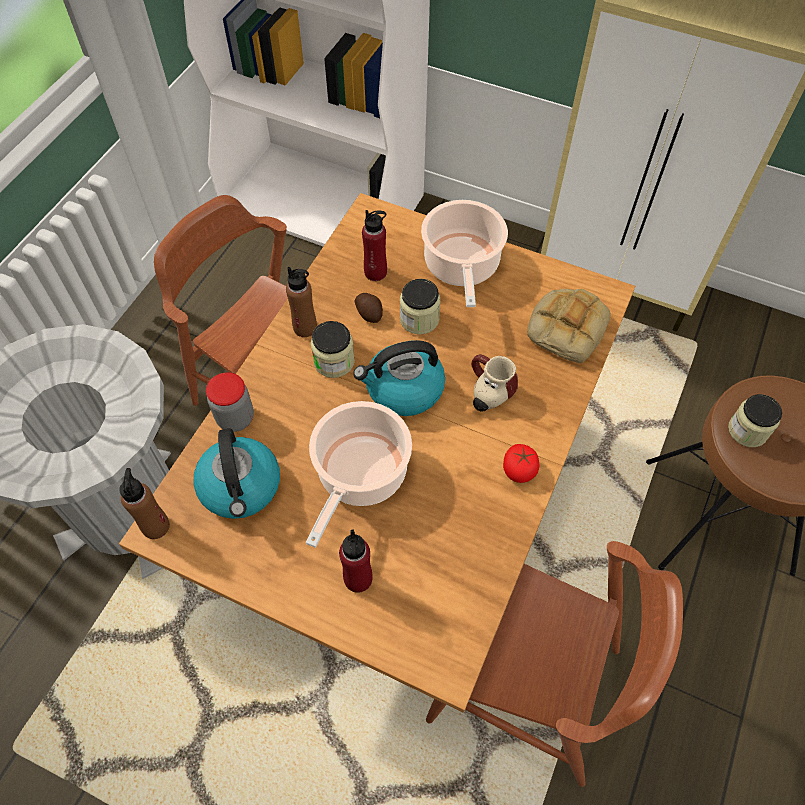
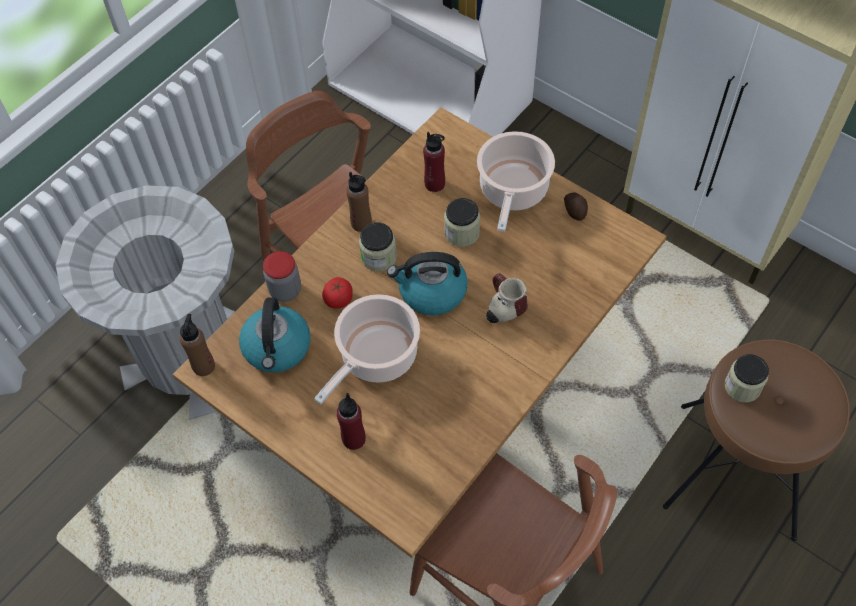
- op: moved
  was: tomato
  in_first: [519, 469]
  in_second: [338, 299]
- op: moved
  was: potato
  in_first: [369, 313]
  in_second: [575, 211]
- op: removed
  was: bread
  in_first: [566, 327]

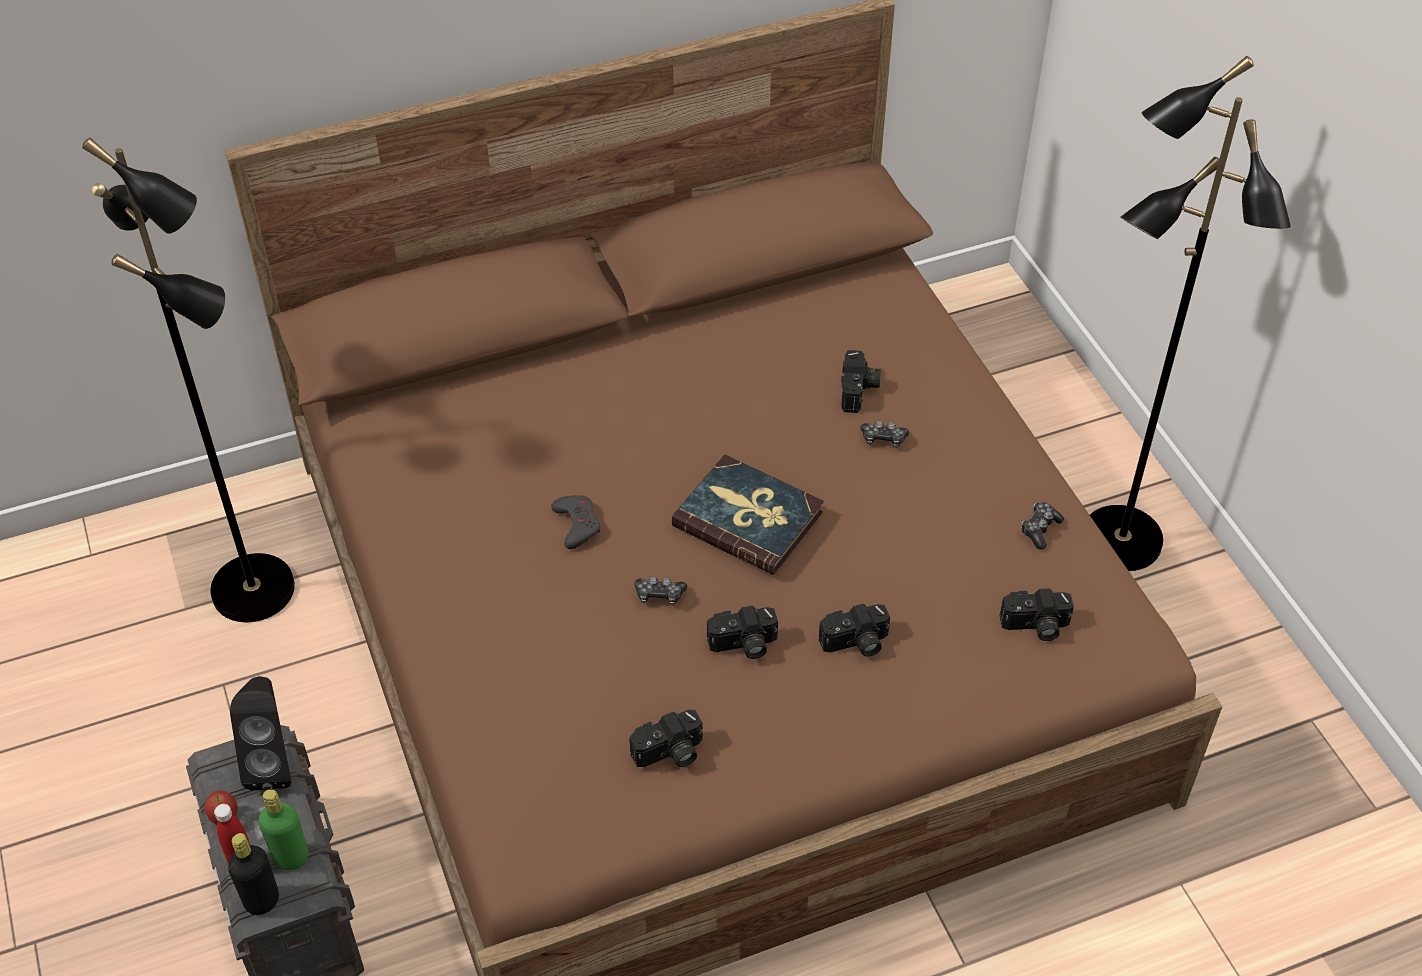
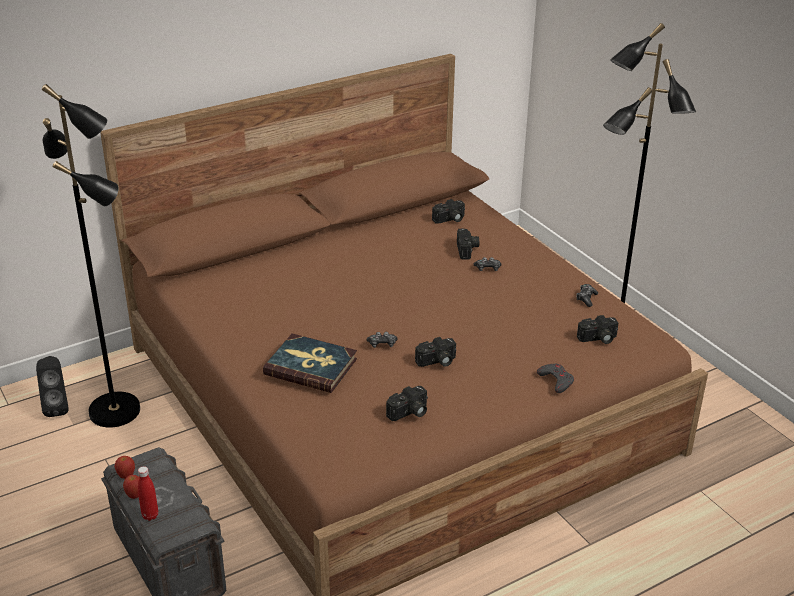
- op: moved
  was: black speaker
  in_first: [273, 763]
  in_second: [57, 407]
- op: added
  now: apple
  in_second: [126, 476]
- op: moved
  was: book
  in_first: [748, 519]
  in_second: [311, 366]
- op: moved
  was: photo camera
  in_first: [855, 643]
  in_second: [450, 220]
- op: moved
  was: grey game controller
  in_first: [577, 524]
  in_second: [556, 380]
- op: removed
  was: black bottle
  in_first: [262, 900]
- op: removed
  was: green bottle
  in_first: [291, 857]

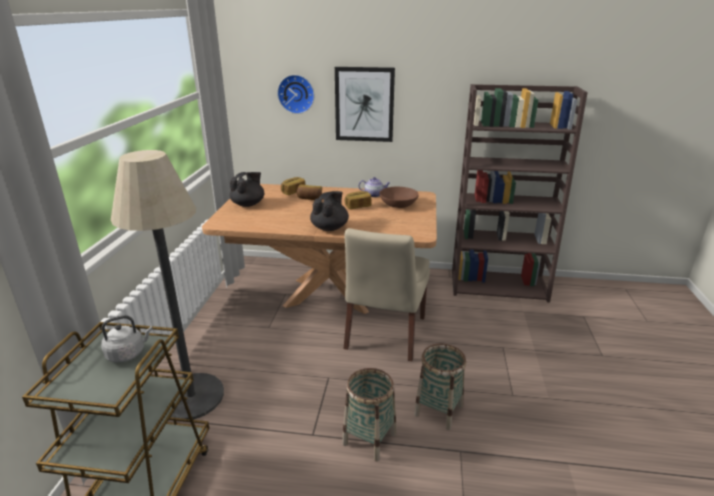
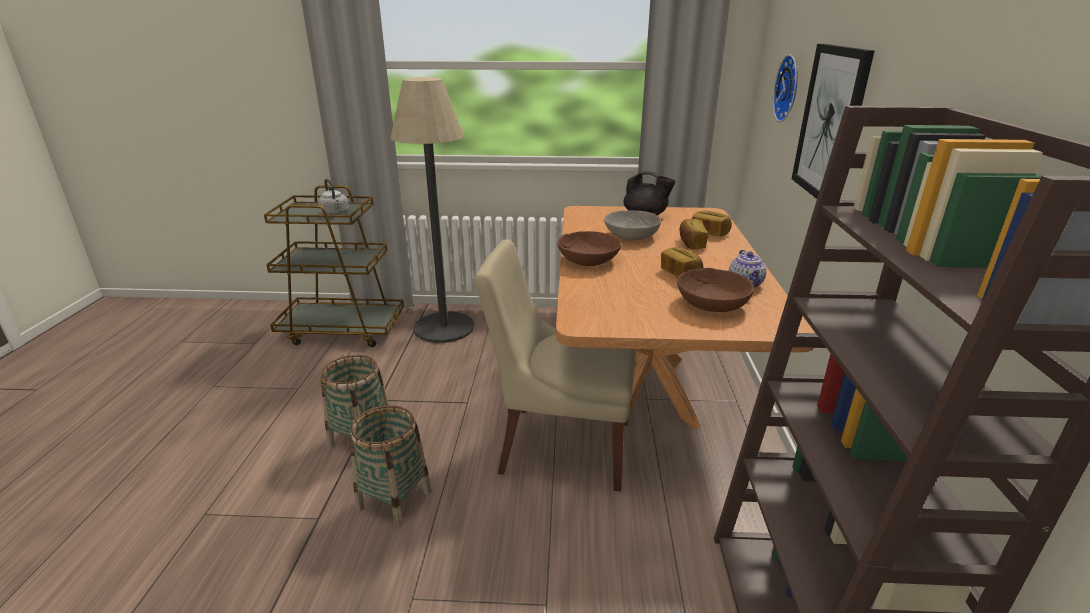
- op: replaced
  was: black teapot
  now: brown bowl
  in_first: [330, 228]
  in_second: [588, 261]
- op: added
  now: grey bowl
  in_second: [631, 236]

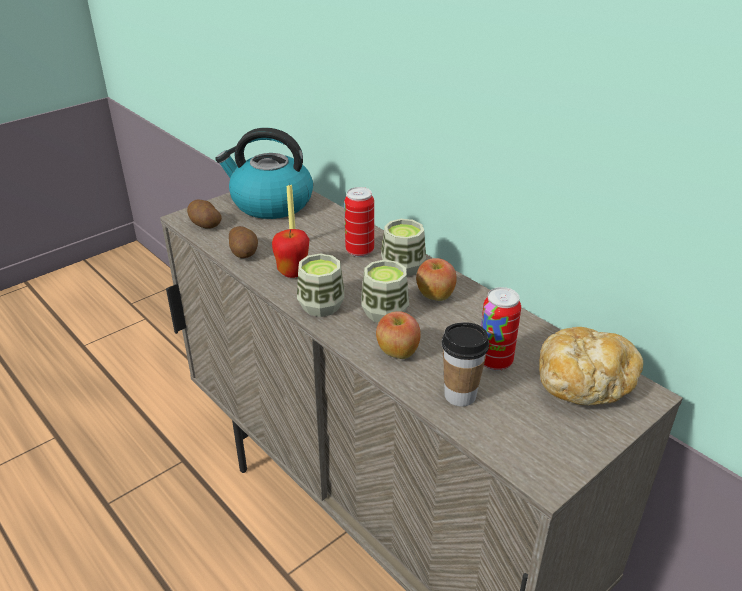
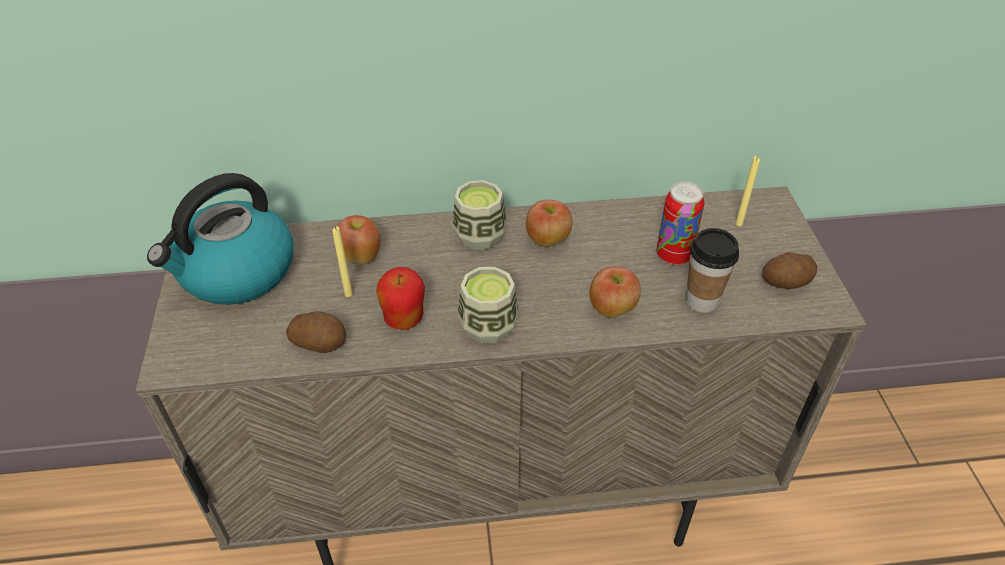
- op: added
  now: apple
  in_second: [361, 257]
- op: replaced
  was: bread
  now: yellow candle
  in_first: [584, 384]
  in_second: [738, 224]
- op: moved
  was: potato
  in_first: [204, 224]
  in_second: [786, 283]
- op: removed
  was: can
  in_first: [359, 251]
- op: removed
  was: cup
  in_first: [384, 312]

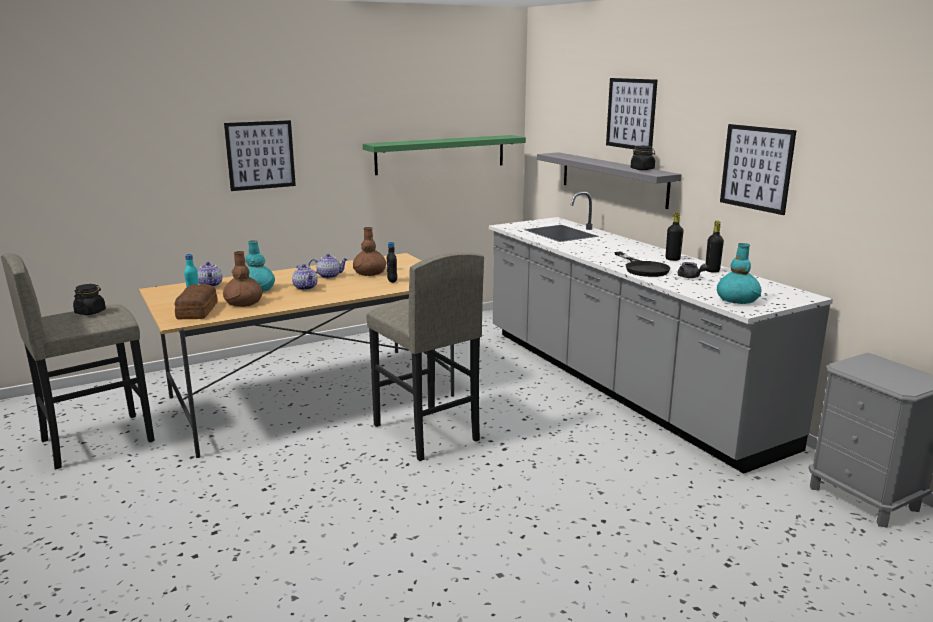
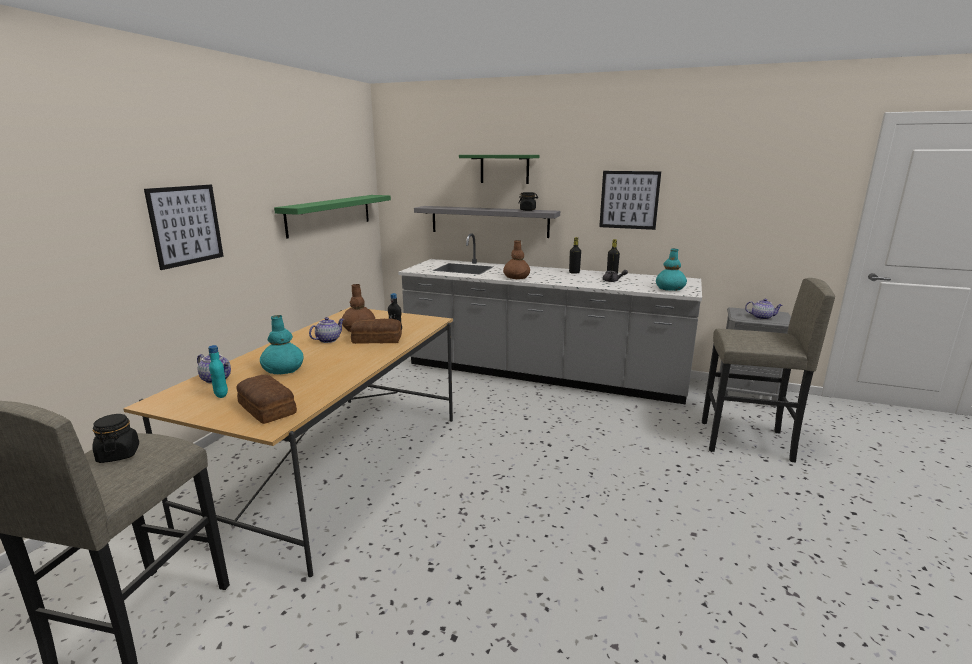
- op: added
  now: bread
  in_second: [377, 340]
- op: replaced
  was: picture
  now: green shelf
  in_first: [631, 114]
  in_second: [504, 169]
- op: moved
  was: brown vase
  in_first: [244, 302]
  in_second: [516, 277]
- op: moved
  was: grey stool
  in_first: [425, 433]
  in_second: [746, 441]
- op: moved
  was: teapot
  in_first: [306, 288]
  in_second: [762, 317]
- op: removed
  was: black frying pan
  in_first: [643, 268]

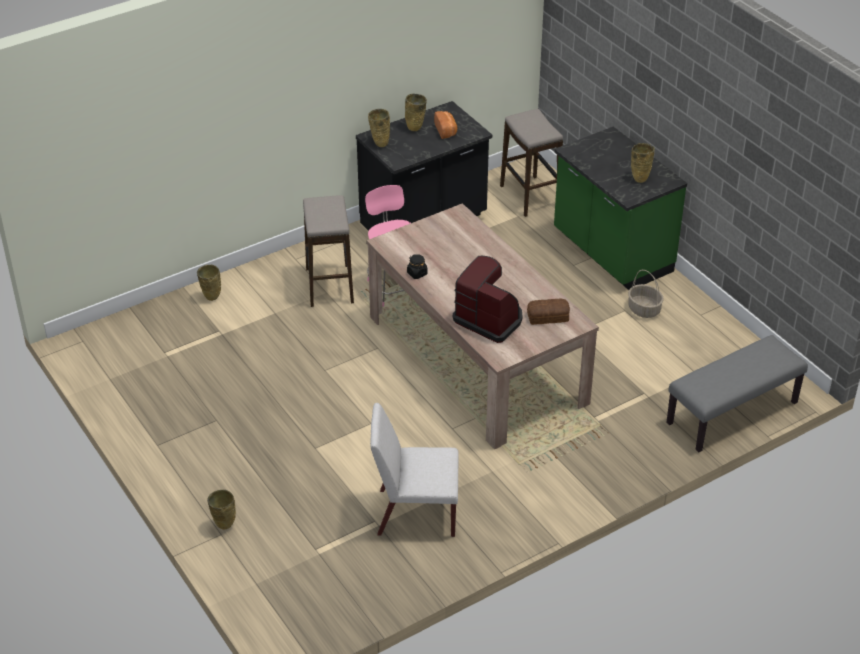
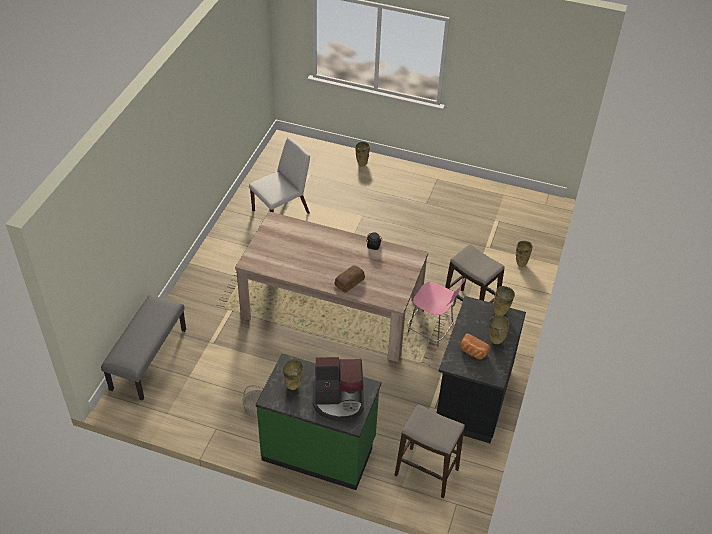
- op: moved
  was: coffee machine
  in_first: [489, 319]
  in_second: [339, 400]
- op: moved
  was: bread
  in_first: [548, 317]
  in_second: [348, 282]

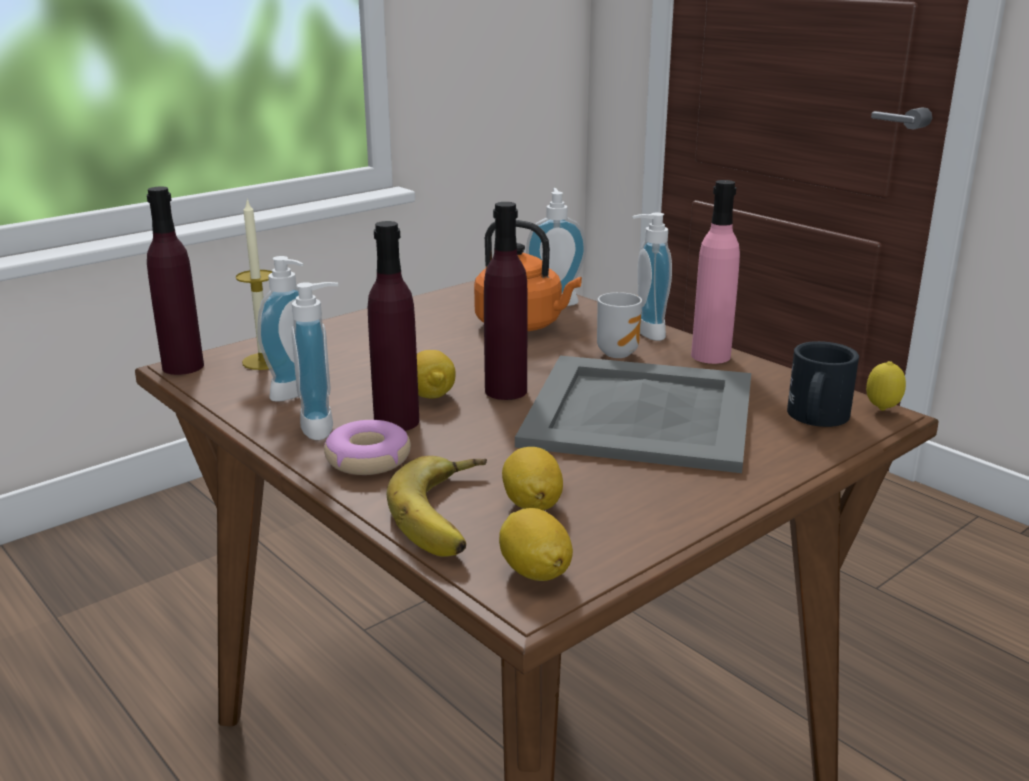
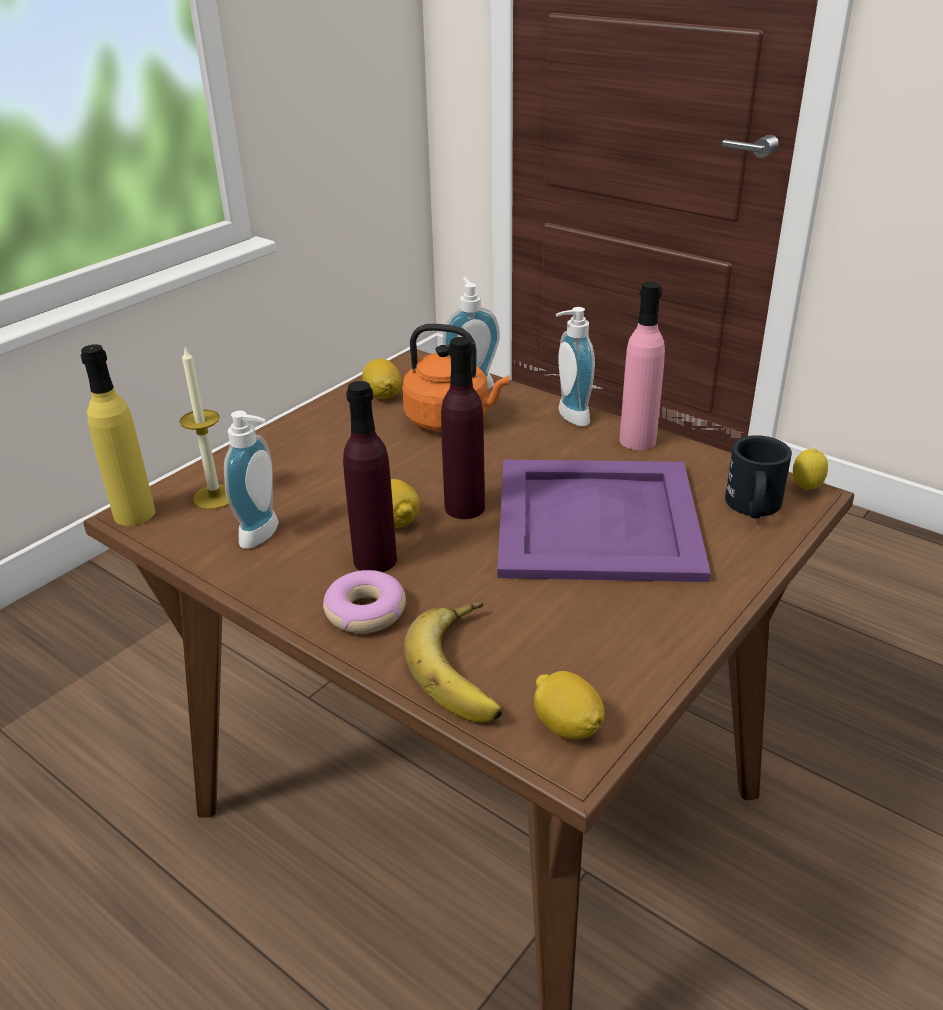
- op: recoloured
  was: purple bottle
  now: yellow bottle
  in_first: [183, 366]
  in_second: [134, 514]
- op: moved
  was: lemon
  in_first: [532, 504]
  in_second: [383, 395]
- op: recoloured
  was: grey tray
  now: purple tray
  in_first: [642, 412]
  in_second: [599, 518]
- op: removed
  was: soap dispenser
  in_first: [324, 426]
- op: removed
  was: mug
  in_first: [618, 352]

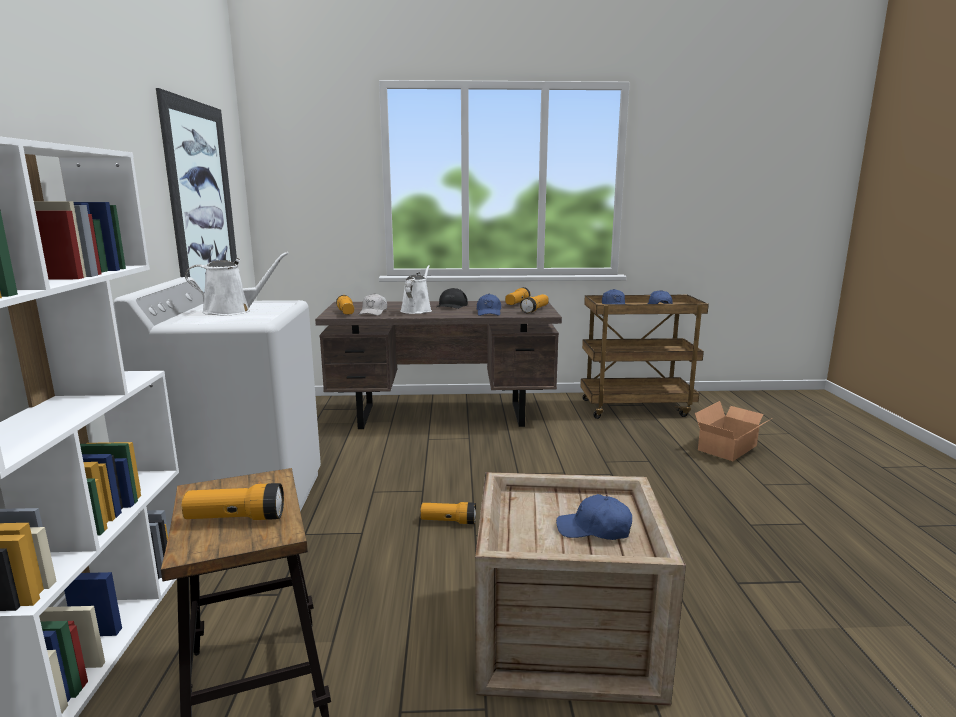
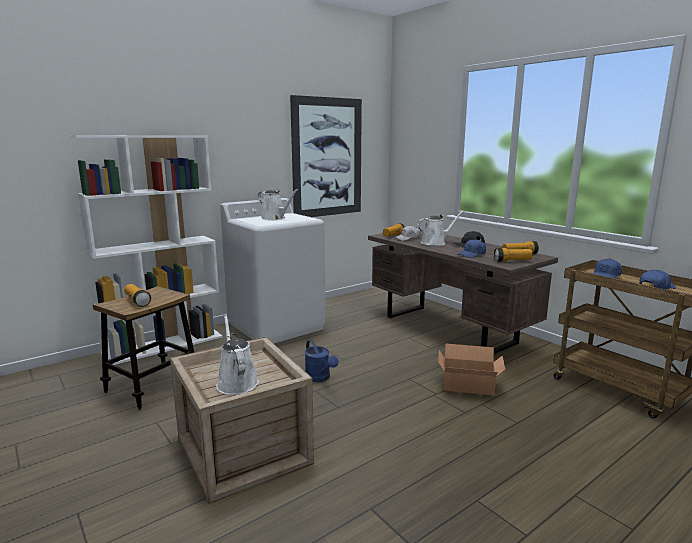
- op: replaced
  was: blue cap
  now: white watering can
  in_first: [594, 529]
  in_second: [236, 382]
- op: replaced
  was: flashlight
  now: blue watering can
  in_first: [448, 521]
  in_second: [320, 378]
- op: moved
  was: cardboard box
  in_first: [730, 448]
  in_second: [469, 386]

